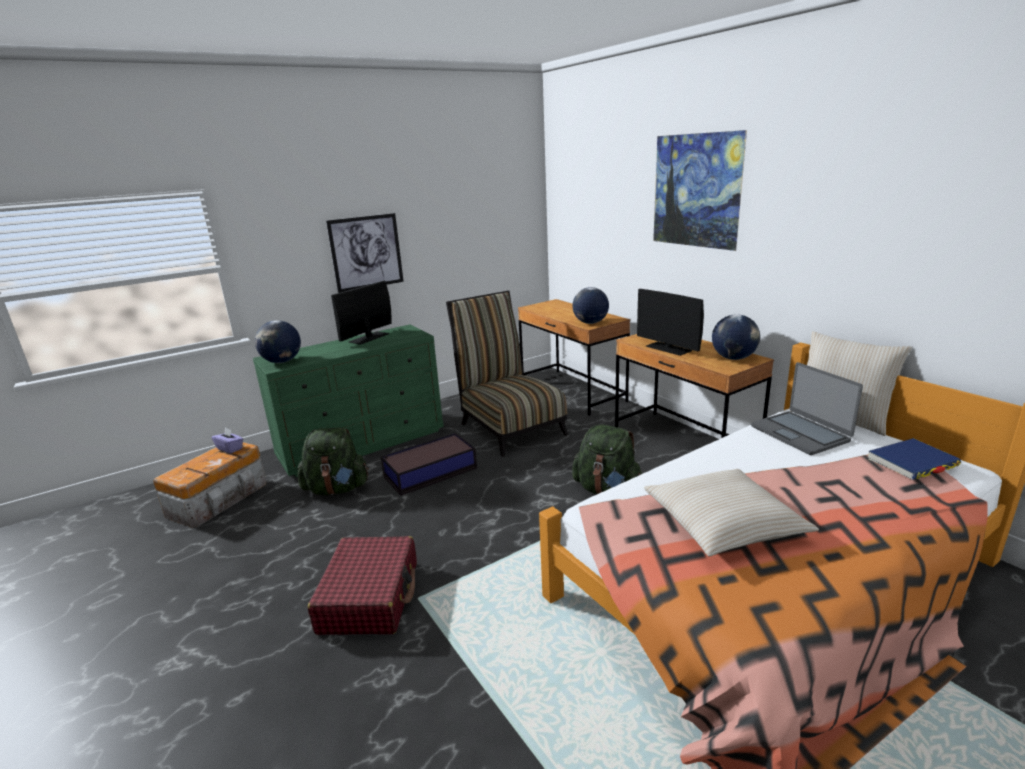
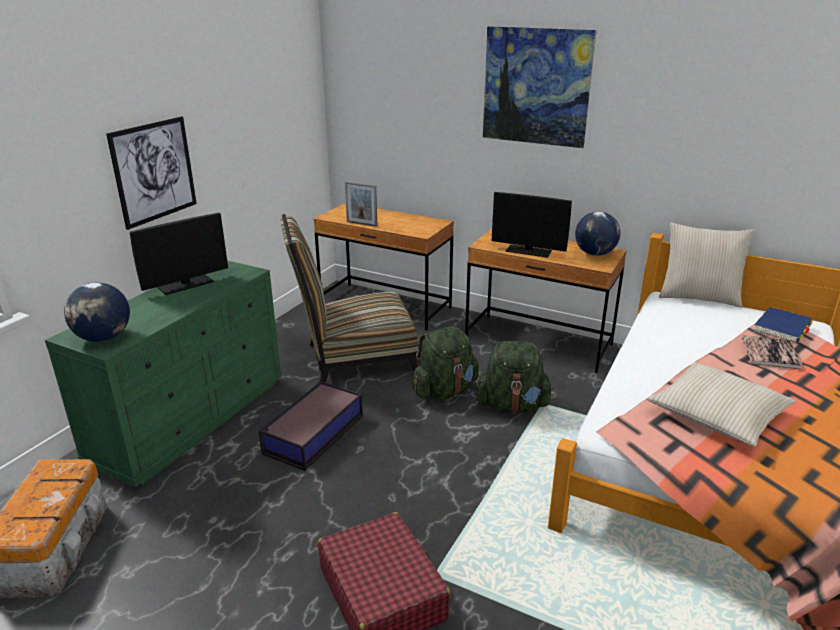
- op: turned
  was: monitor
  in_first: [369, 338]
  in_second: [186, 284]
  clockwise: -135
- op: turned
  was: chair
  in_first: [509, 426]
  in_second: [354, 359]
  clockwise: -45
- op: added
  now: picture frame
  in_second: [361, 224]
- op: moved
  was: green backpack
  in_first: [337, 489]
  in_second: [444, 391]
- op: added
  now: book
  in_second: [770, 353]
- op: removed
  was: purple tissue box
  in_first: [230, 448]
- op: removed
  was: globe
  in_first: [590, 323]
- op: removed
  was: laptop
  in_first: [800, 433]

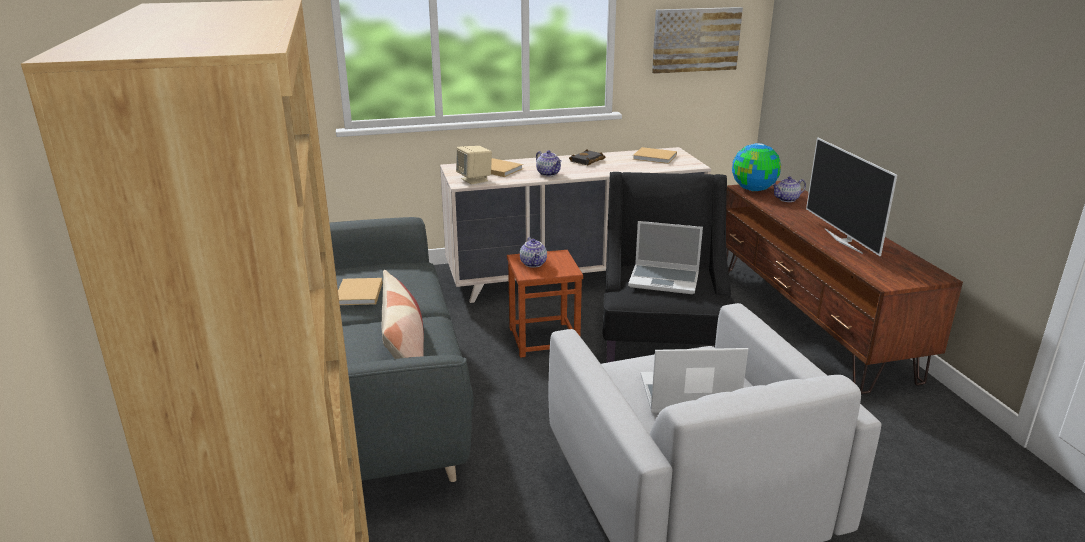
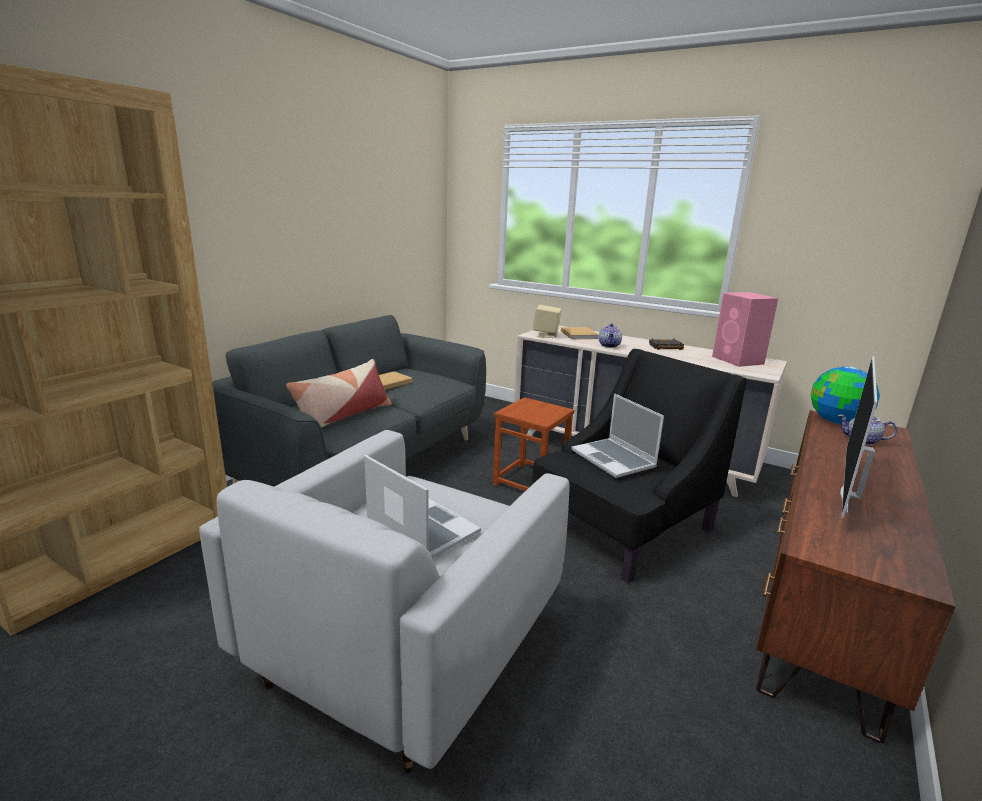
- op: replaced
  was: beige book
  now: pink speaker
  in_first: [656, 157]
  in_second: [738, 360]
- op: removed
  was: teapot
  in_first: [534, 264]
- op: removed
  was: picture
  in_first: [695, 39]

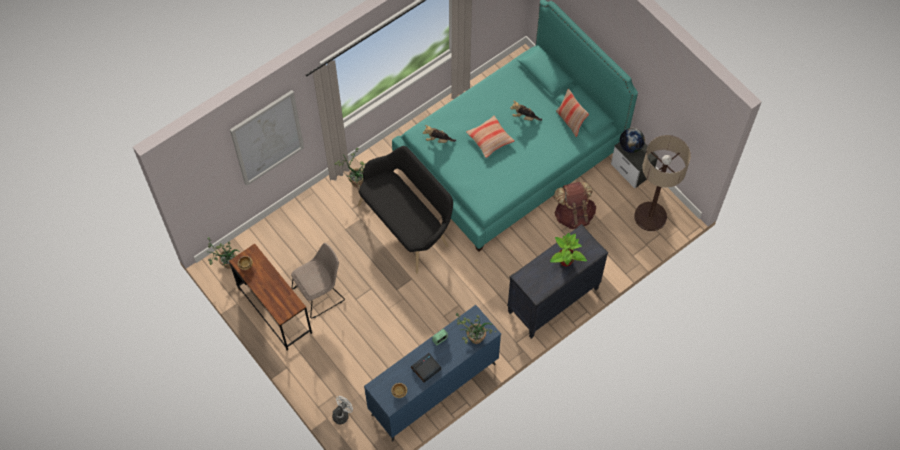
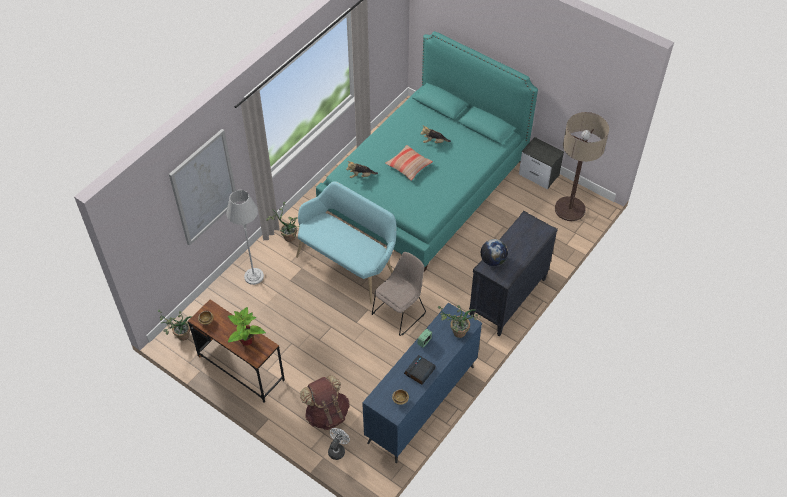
- op: added
  now: grey floor lamp
  in_second: [254, 276]
- op: moved
  was: potted plant
  in_first: [565, 261]
  in_second: [246, 340]
- op: recoloured
  was: black bench
  now: turquoise bench
  in_first: [407, 224]
  in_second: [349, 263]
- op: moved
  was: brown backpack
  in_first: [573, 215]
  in_second: [327, 414]
- op: moved
  was: beige chair
  in_first: [320, 293]
  in_second: [400, 312]
- op: moved
  was: globe
  in_first: [630, 146]
  in_second: [493, 260]
- op: removed
  was: pillow
  in_first: [570, 121]

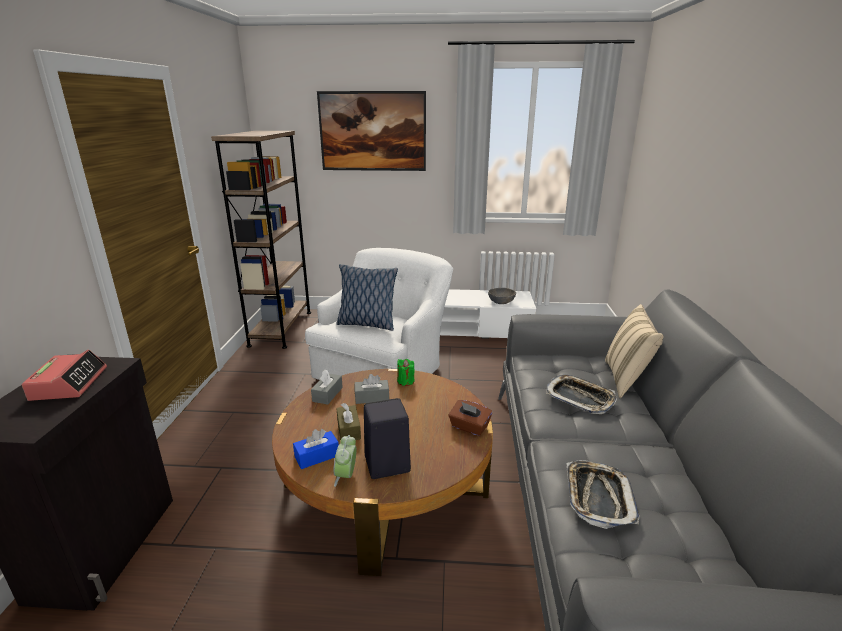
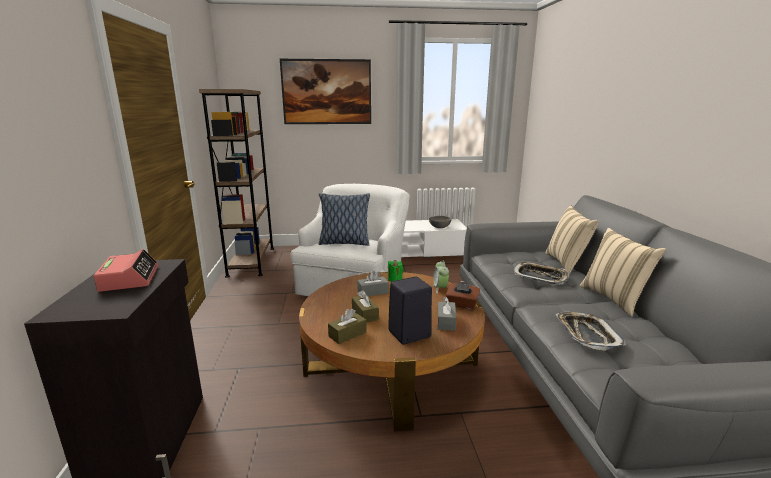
- op: recoloured
  was: blue tissue box
  now: brown tissue box
  in_first: [317, 456]
  in_second: [347, 334]
- op: moved
  was: alarm clock
  in_first: [346, 476]
  in_second: [440, 288]
- op: moved
  was: grey tissue box
  in_first: [327, 394]
  in_second: [446, 322]
- op: added
  now: beige pillow
  in_second: [614, 299]

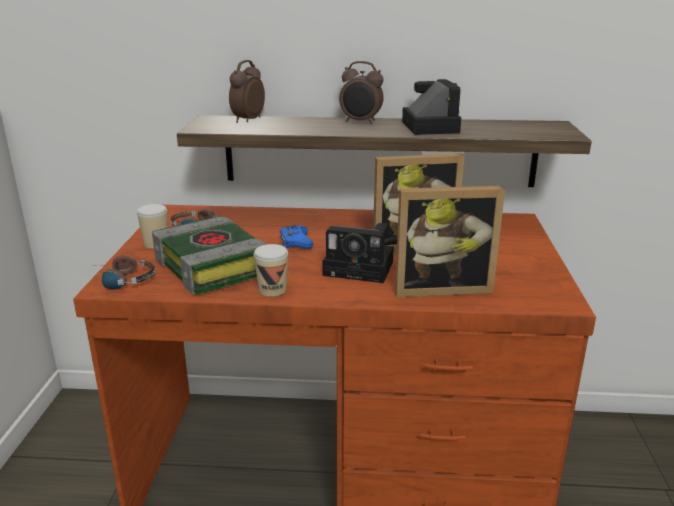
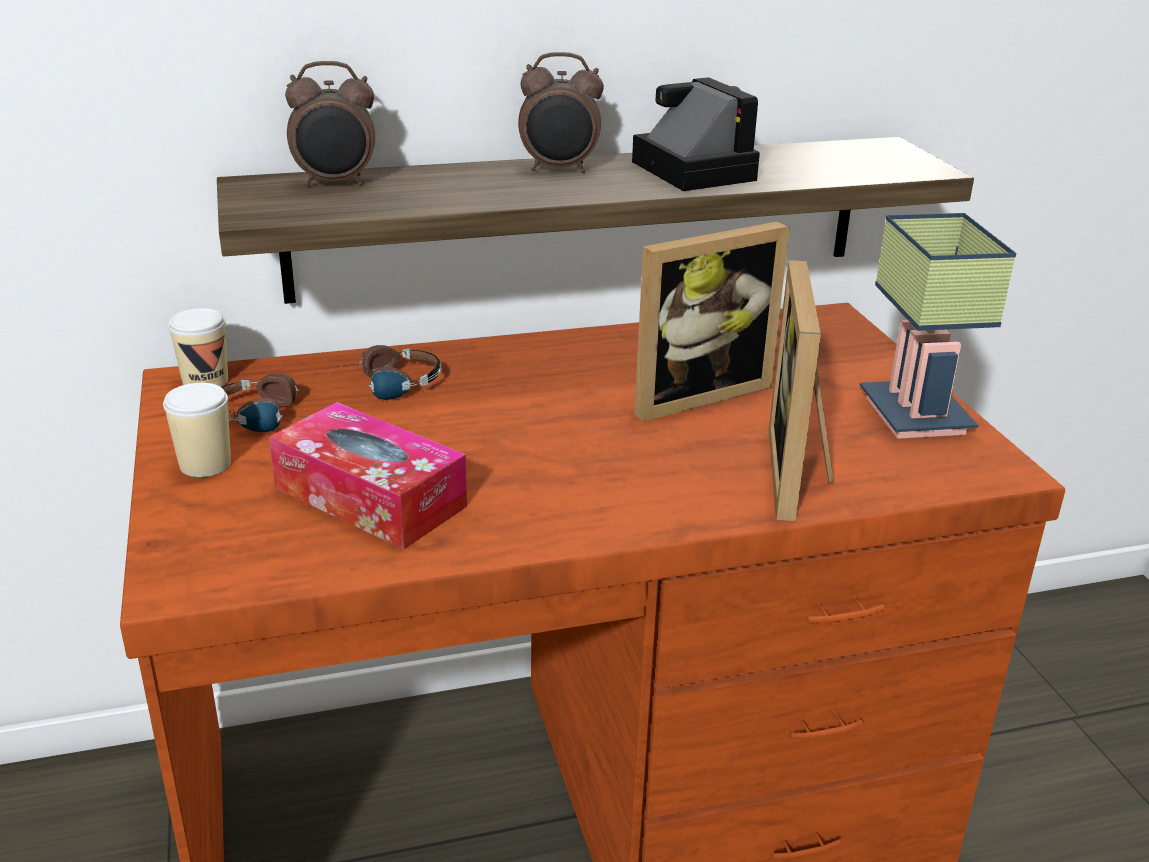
- op: moved
  was: cup
  in_first: [272, 290]
  in_second: [205, 381]
- op: replaced
  was: book
  now: tissue box
  in_first: [216, 266]
  in_second: [370, 497]
- op: turned
  was: alarm clock
  in_first: [247, 120]
  in_second: [335, 183]
  clockwise: -105
- op: moved
  was: headphones
  in_first: [120, 281]
  in_second: [385, 386]
- op: turned
  was: picture frame
  in_first: [441, 287]
  in_second: [802, 474]
  clockwise: 120
- op: added
  now: table lamp
  in_second: [908, 414]
- op: removed
  was: blue game controller
  in_first: [295, 242]
- op: removed
  was: photo camera
  in_first: [362, 268]

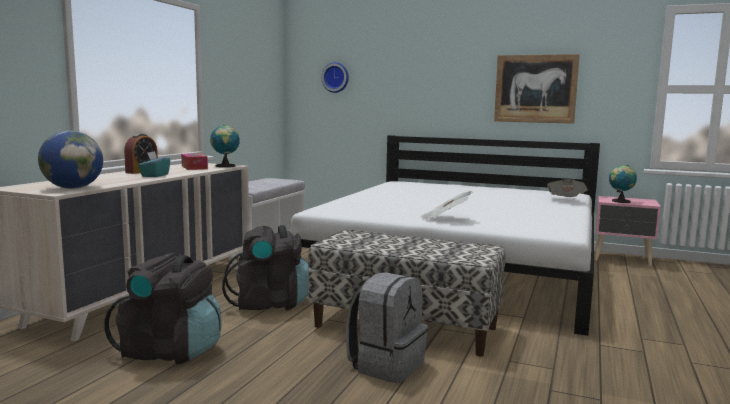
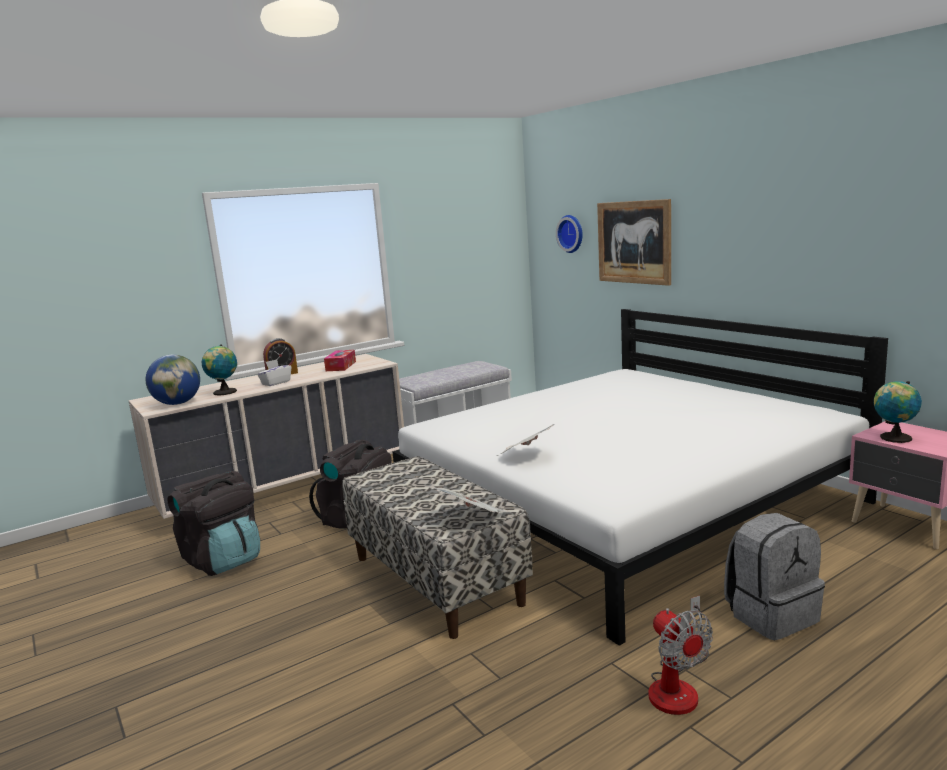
- op: moved
  was: globe
  in_first: [225, 166]
  in_second: [224, 392]
- op: recoloured
  was: turquoise tissue box
  now: white tissue box
  in_first: [154, 175]
  in_second: [276, 383]
- op: moved
  was: newspaper
  in_first: [566, 199]
  in_second: [474, 518]
- op: moved
  was: picture
  in_first: [535, 89]
  in_second: [634, 242]
- op: added
  now: fan
  in_second: [678, 686]
- op: moved
  was: grey backpack
  in_first: [386, 365]
  in_second: [771, 615]

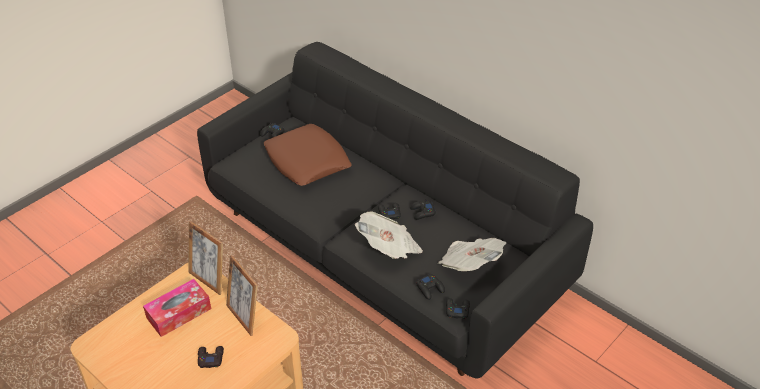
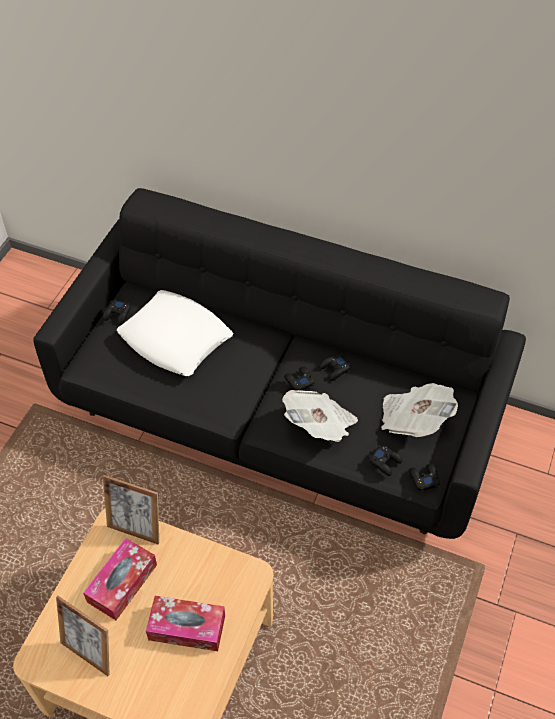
- op: moved
  was: picture frame
  in_first: [244, 317]
  in_second: [90, 652]
- op: recoloured
  was: brown pillow
  now: white pillow
  in_first: [307, 161]
  in_second: [176, 339]
- op: replaced
  was: black game controller
  now: tissue box
  in_first: [210, 358]
  in_second: [187, 627]

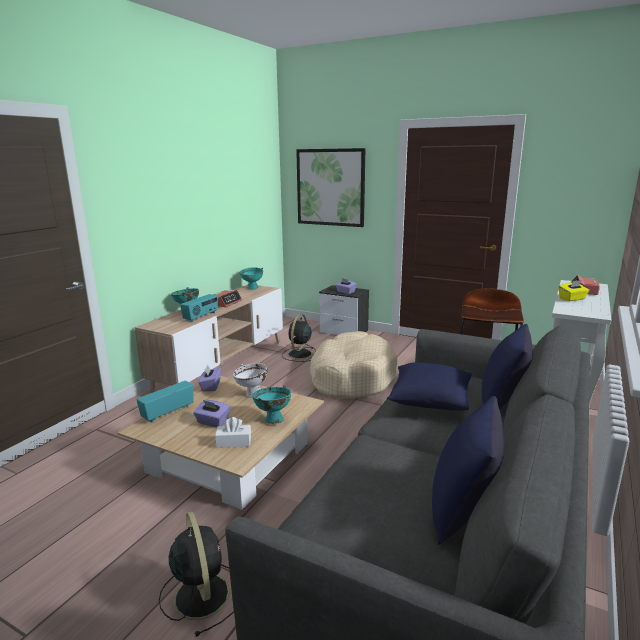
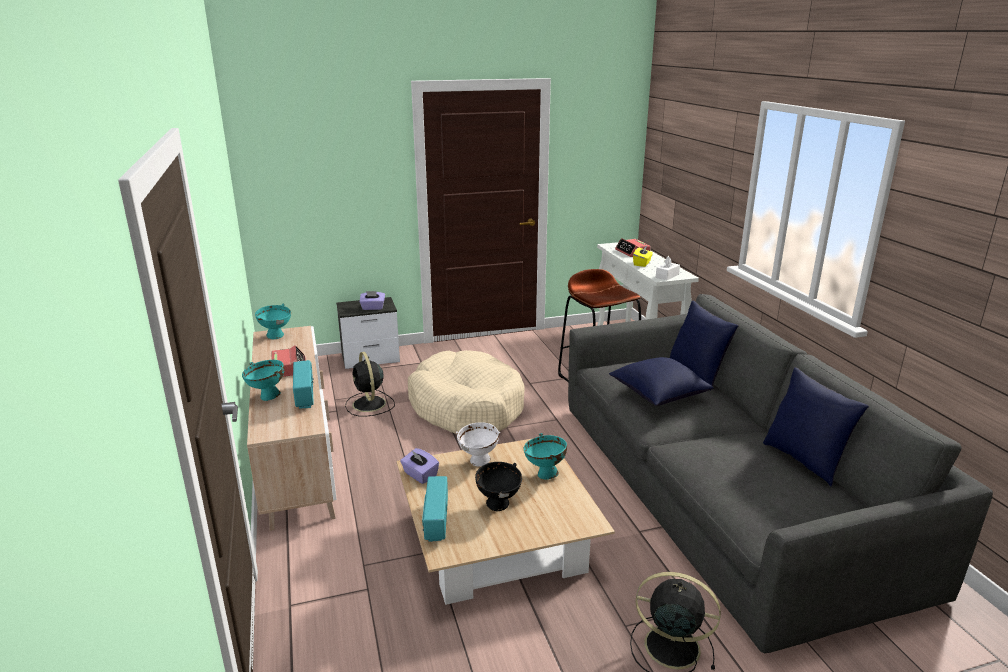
- op: replaced
  was: purple tissue box
  now: black bowl
  in_first: [212, 422]
  in_second: [499, 506]
- op: moved
  was: white tissue box
  in_first: [234, 442]
  in_second: [667, 276]
- op: removed
  was: picture
  in_first: [330, 187]

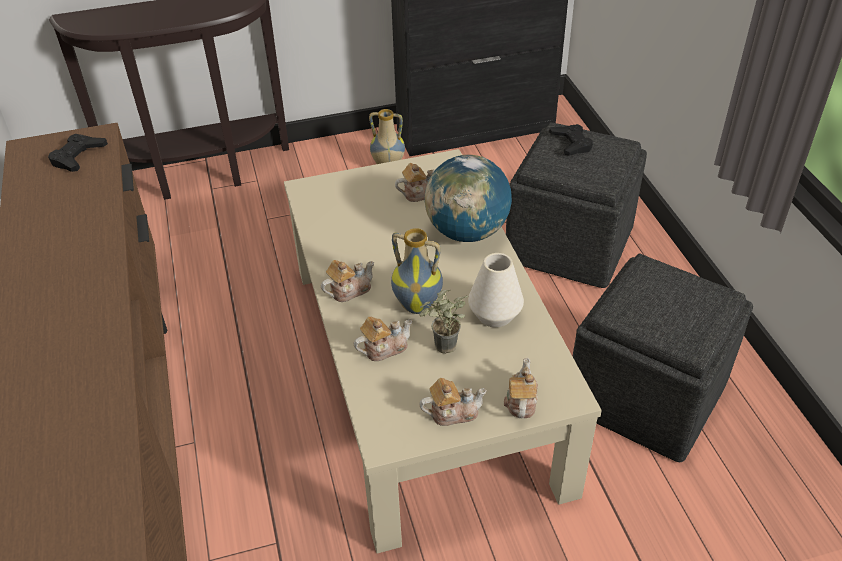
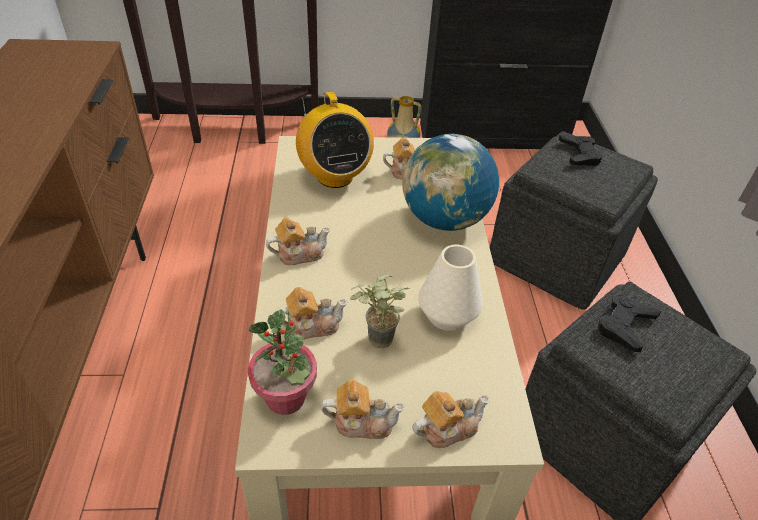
- op: added
  now: potted plant
  in_second: [286, 398]
- op: added
  now: radio
  in_second: [334, 176]
- op: turned
  was: teapot
  in_first: [520, 401]
  in_second: [447, 428]
  clockwise: 45
- op: moved
  was: black game controller
  in_first: [78, 157]
  in_second: [625, 326]
- op: removed
  was: vase
  in_first: [418, 304]

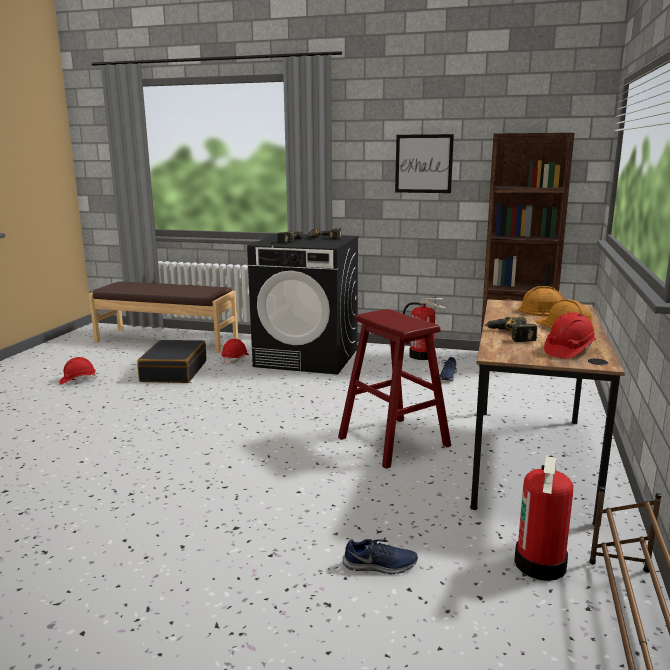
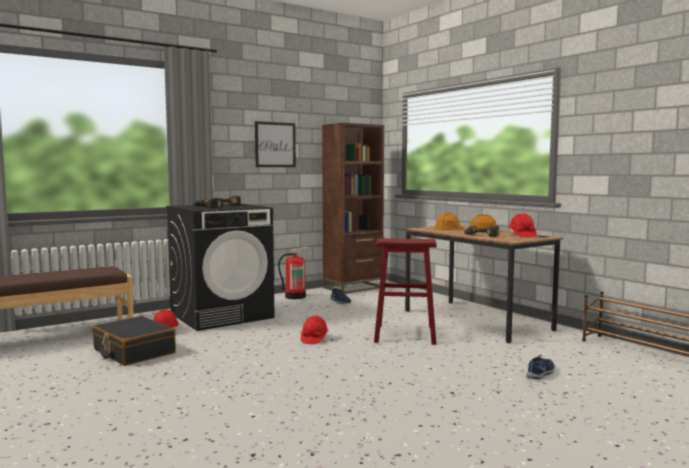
- op: moved
  was: red hard hat
  in_first: [78, 380]
  in_second: [314, 339]
- op: removed
  was: fire extinguisher
  in_first: [541, 564]

